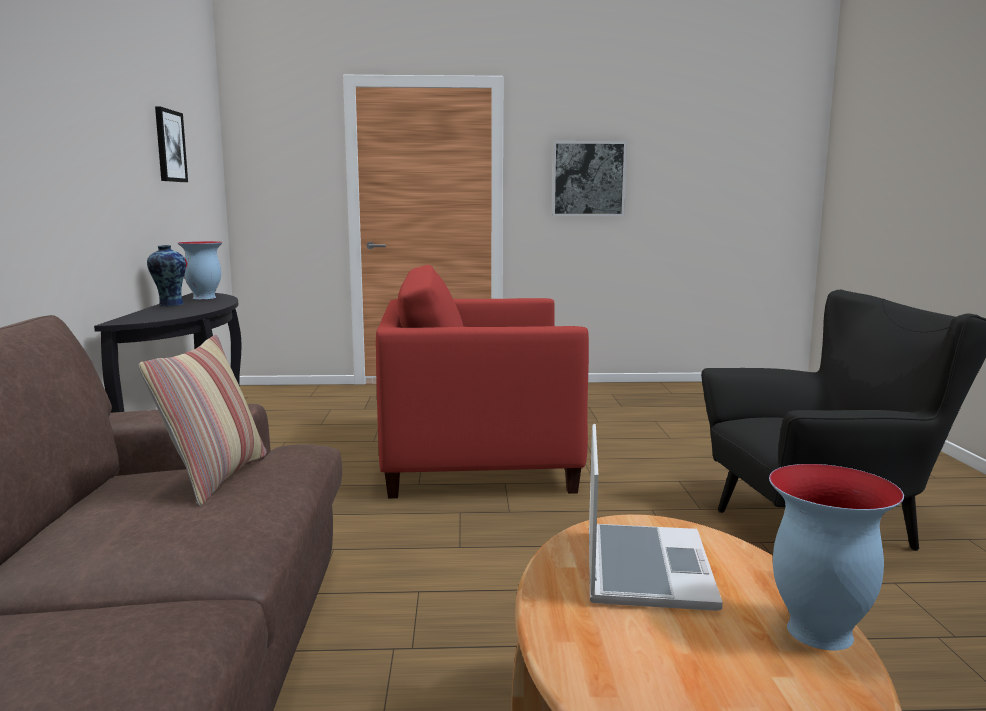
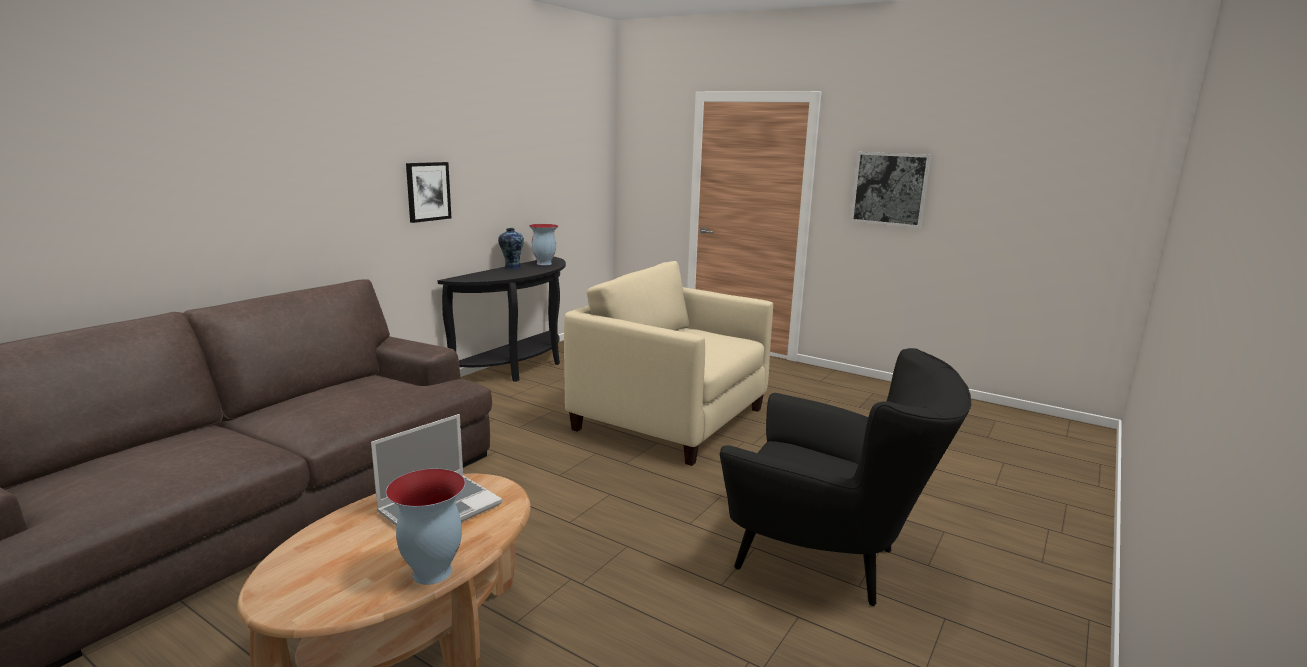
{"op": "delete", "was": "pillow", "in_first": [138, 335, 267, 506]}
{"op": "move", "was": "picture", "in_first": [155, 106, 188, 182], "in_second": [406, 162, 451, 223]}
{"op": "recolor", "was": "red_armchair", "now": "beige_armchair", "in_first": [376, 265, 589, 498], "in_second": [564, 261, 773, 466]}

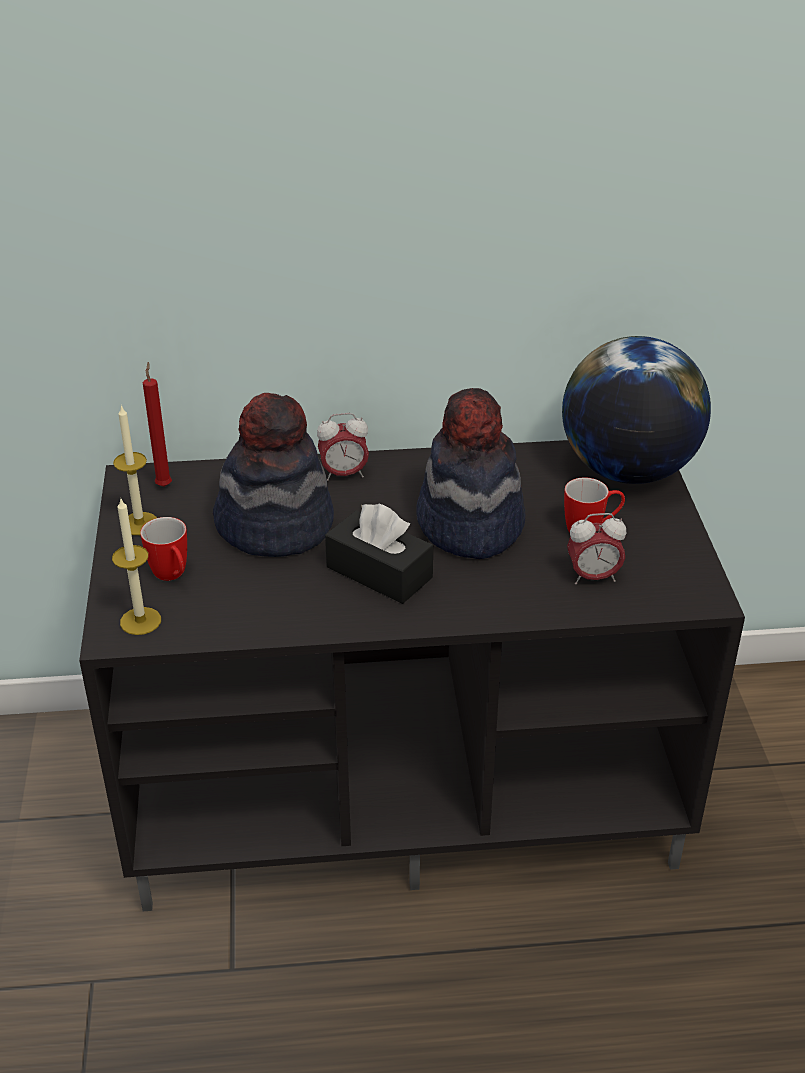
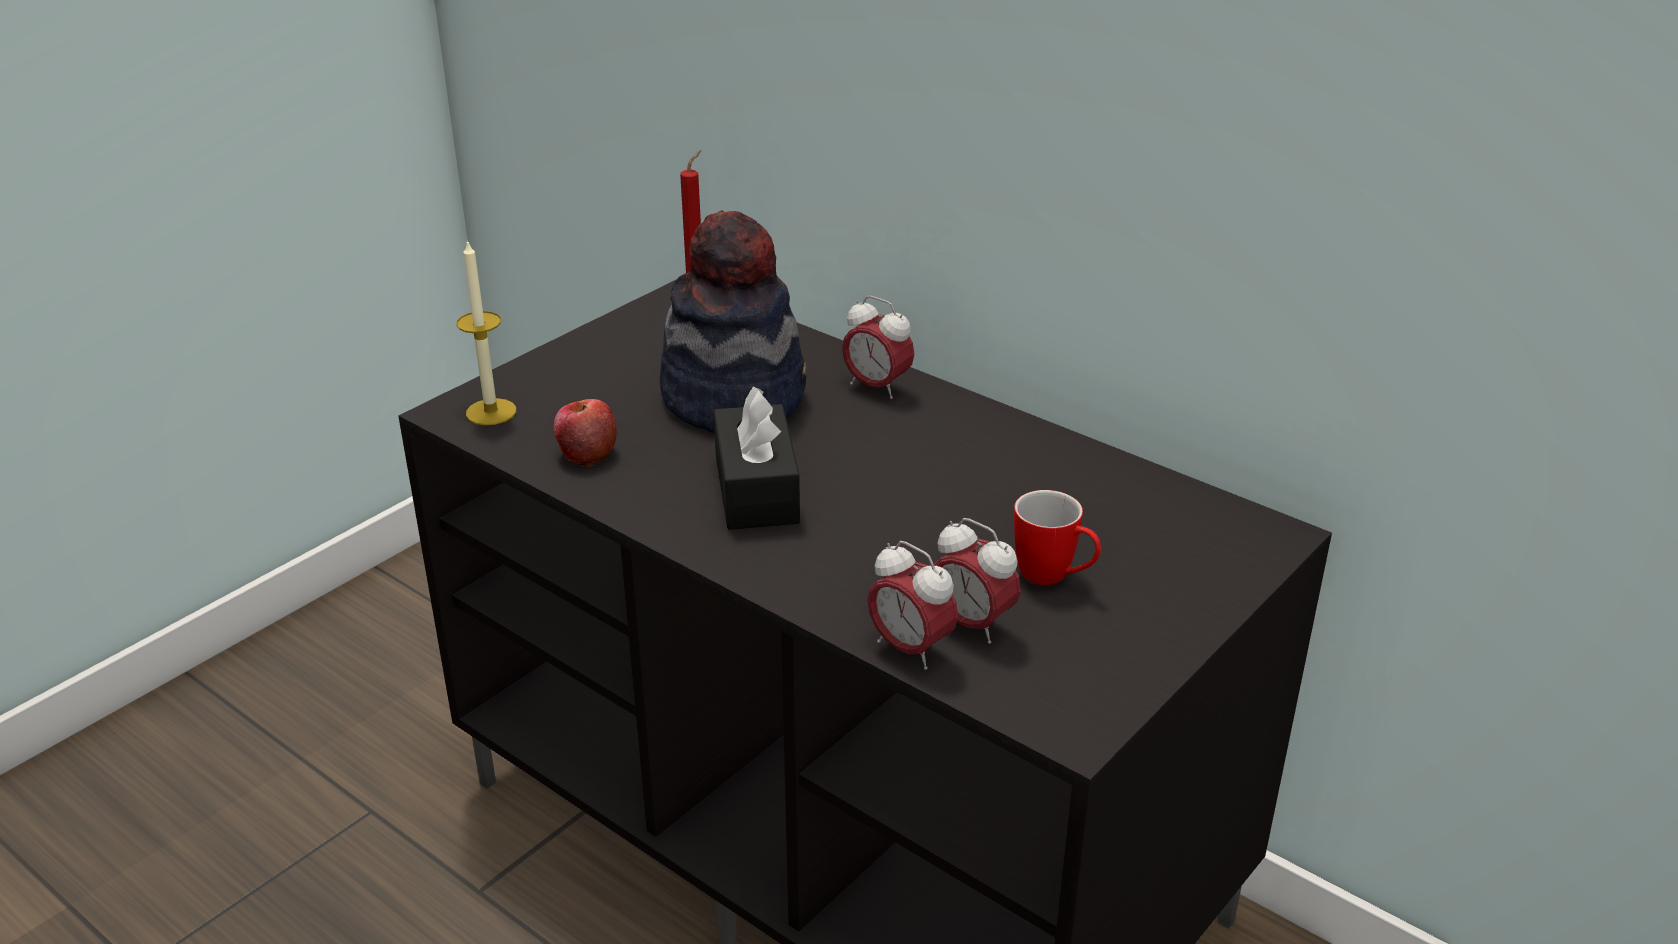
{"op": "delete", "was": "candle", "in_first": [113, 405, 157, 535]}
{"op": "delete", "was": "mug", "in_first": [140, 517, 187, 581]}
{"op": "delete", "was": "hat", "in_first": [416, 388, 526, 559]}
{"op": "delete", "was": "globe", "in_first": [562, 336, 711, 484]}
{"op": "insert", "now": "apple", "in_second": [553, 399, 617, 467]}
{"op": "insert", "now": "alarm_clock", "in_second": [867, 541, 958, 670]}

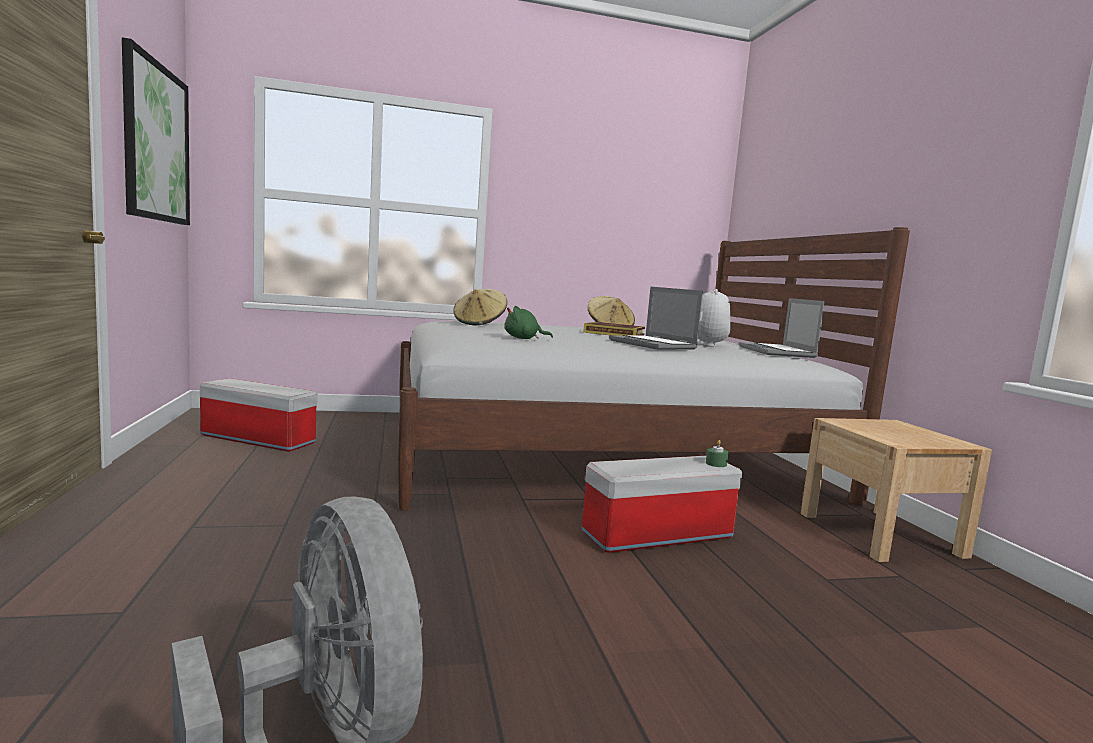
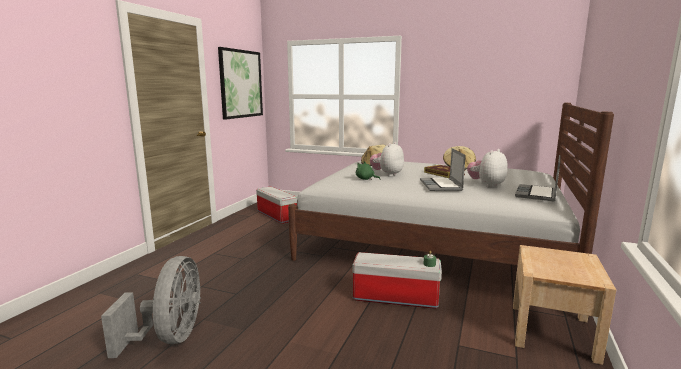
{"op": "insert", "now": "plush_toy", "in_second": [370, 142, 404, 177]}

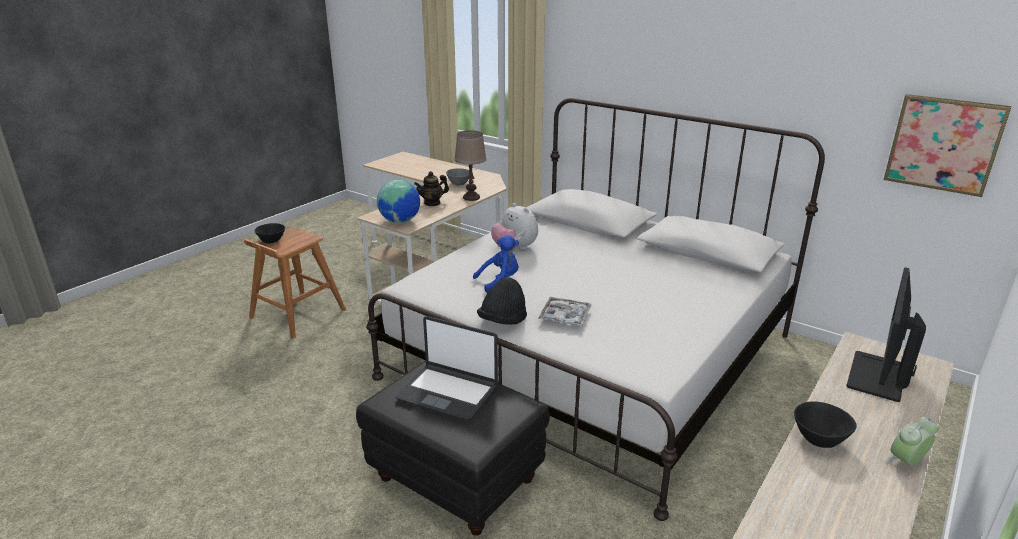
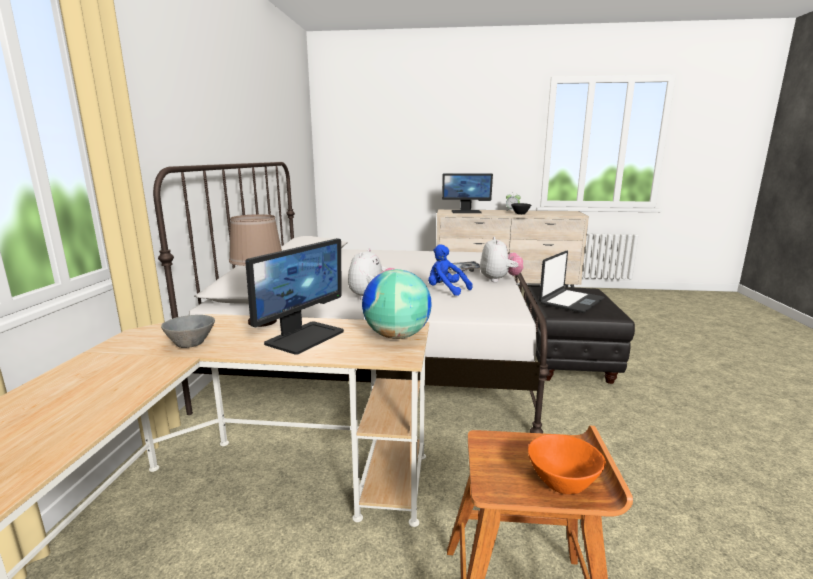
{"op": "delete", "was": "picture", "in_first": [883, 94, 1012, 197]}
{"op": "replace", "was": "teapot", "now": "monitor", "in_first": [414, 171, 449, 206], "in_second": [245, 238, 344, 355]}
{"op": "replace", "was": "black_hat", "now": "plush_toy", "in_first": [477, 277, 527, 325], "in_second": [480, 237, 523, 282]}
{"op": "recolor", "was": "black_bowl", "now": "orange_bowl", "in_first": [255, 223, 285, 243], "in_second": [528, 434, 606, 494]}
{"op": "rotate", "was": "laptop", "in_first": [396, 316, 498, 421], "in_second": [539, 251, 604, 313], "clockwise": 45}

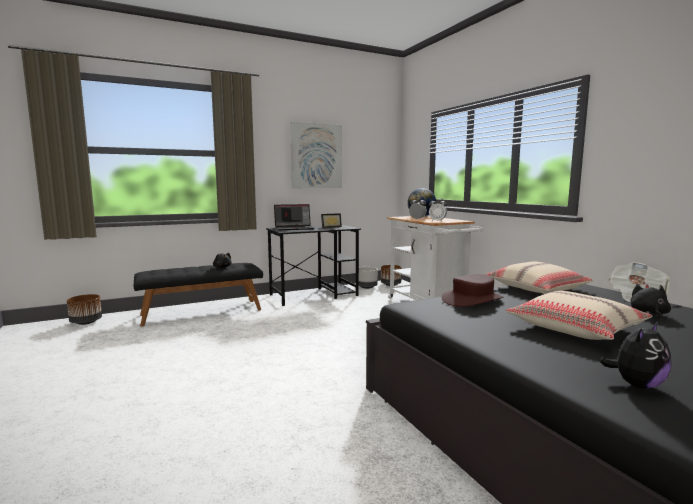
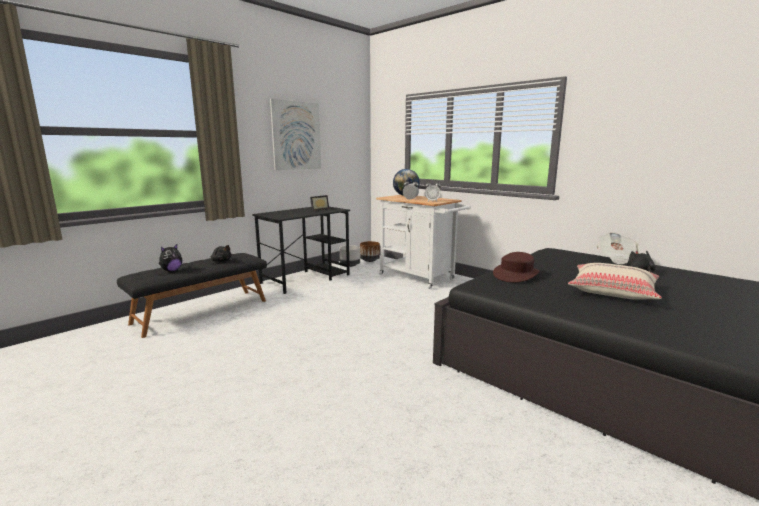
{"op": "delete", "was": "brown_planter", "in_first": [67, 294, 102, 325]}
{"op": "delete", "was": "laptop", "in_first": [274, 204, 314, 230]}
{"op": "delete", "was": "beige_pillow", "in_first": [486, 262, 594, 294]}
{"op": "move", "was": "plush_toy", "in_first": [599, 321, 671, 389], "in_second": [159, 244, 182, 272]}

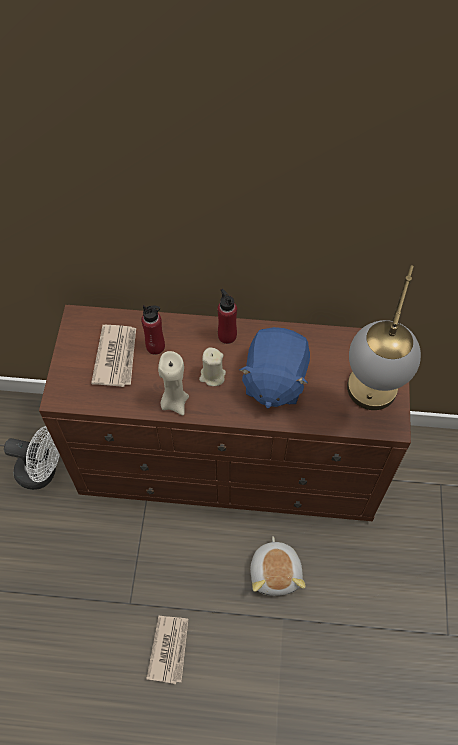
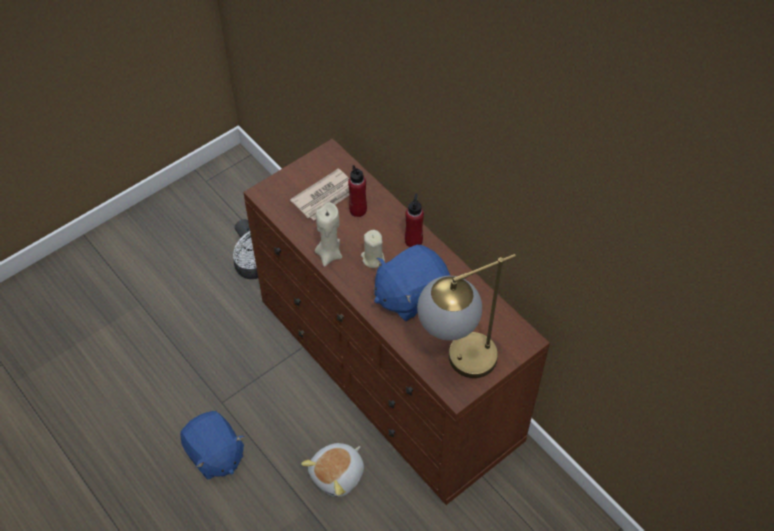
{"op": "replace", "was": "newspaper", "now": "blue_plush_toy", "in_first": [146, 616, 188, 684], "in_second": [180, 411, 244, 480]}

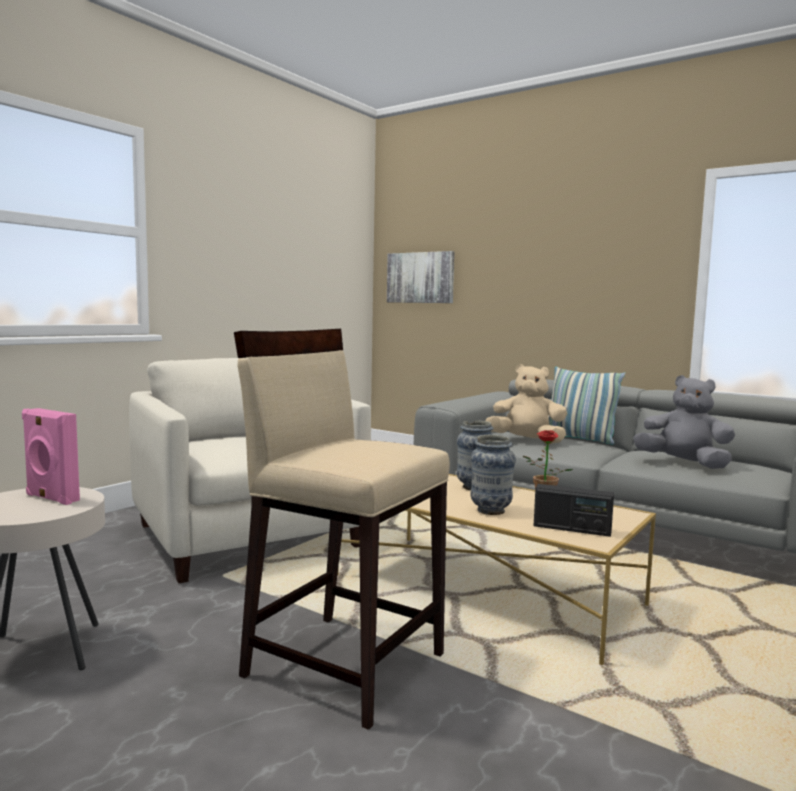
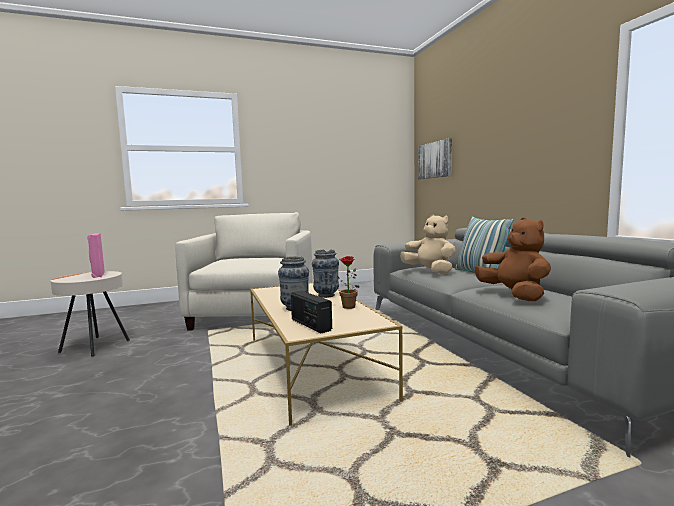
{"op": "delete", "was": "beige_stool", "in_first": [234, 329, 450, 730]}
{"op": "recolor", "was": "grey_plush_toy", "now": "brown_plush_toy", "in_first": [633, 375, 735, 469], "in_second": [475, 217, 551, 301]}

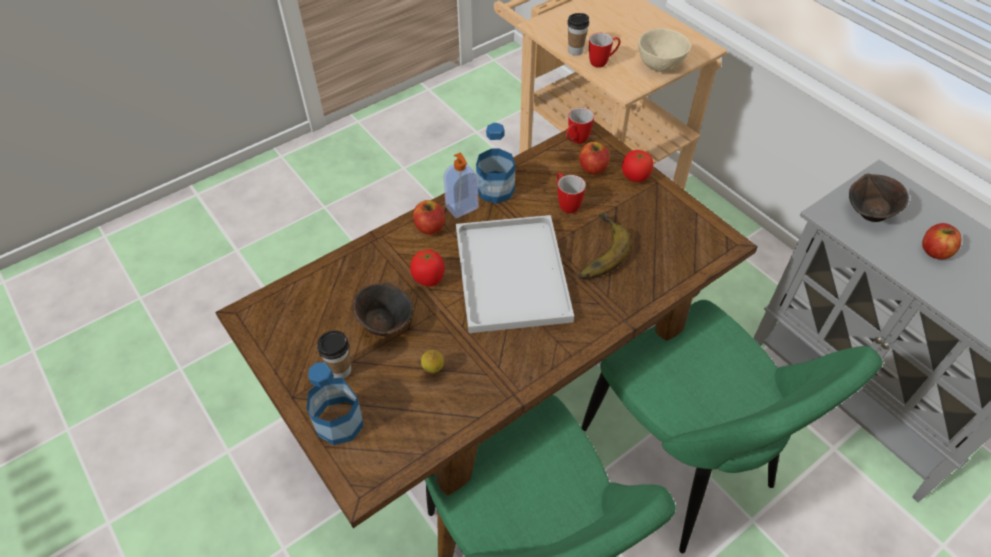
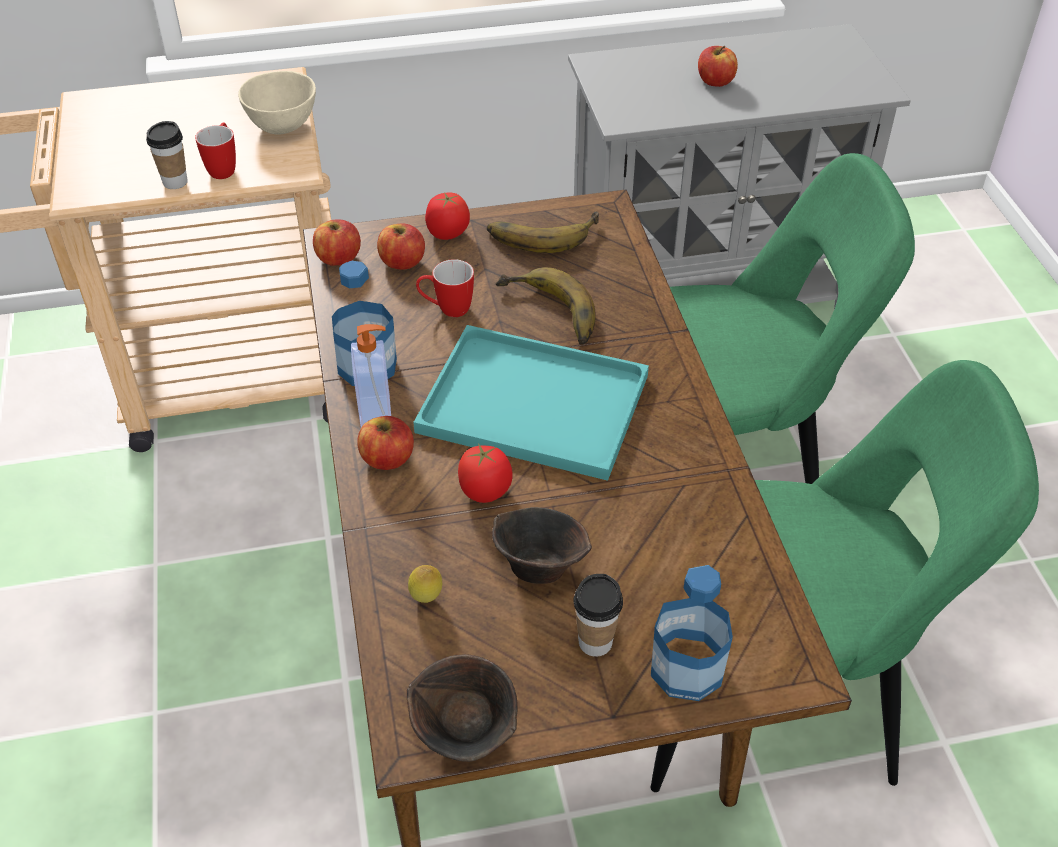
{"op": "insert", "now": "banana", "in_second": [487, 211, 599, 253]}
{"op": "move", "was": "lemon", "in_first": [421, 350, 444, 373], "in_second": [408, 565, 442, 603]}
{"op": "move", "was": "brown_bowl", "in_first": [849, 174, 909, 222], "in_second": [407, 654, 518, 762]}
{"op": "replace", "was": "mug", "now": "apple", "in_first": [566, 107, 594, 144], "in_second": [313, 219, 361, 266]}
{"op": "recolor", "was": "white_tray", "now": "turquoise_tray", "in_first": [456, 215, 574, 333], "in_second": [413, 325, 649, 481]}

